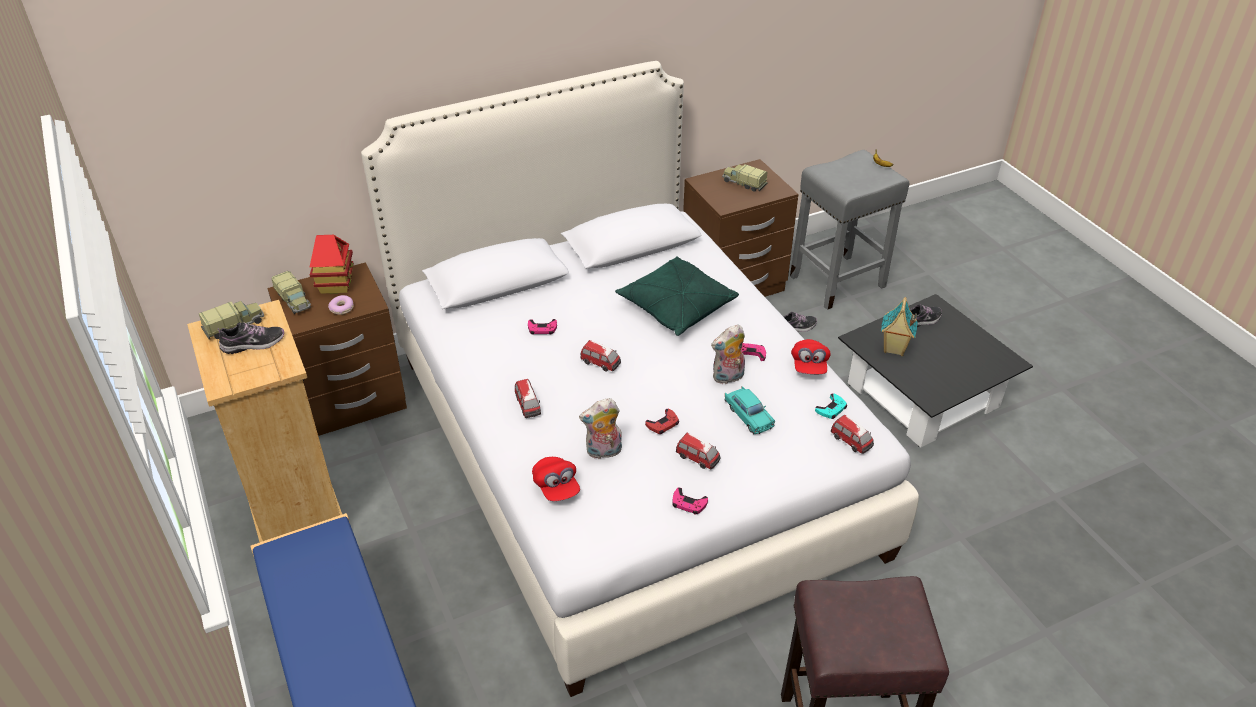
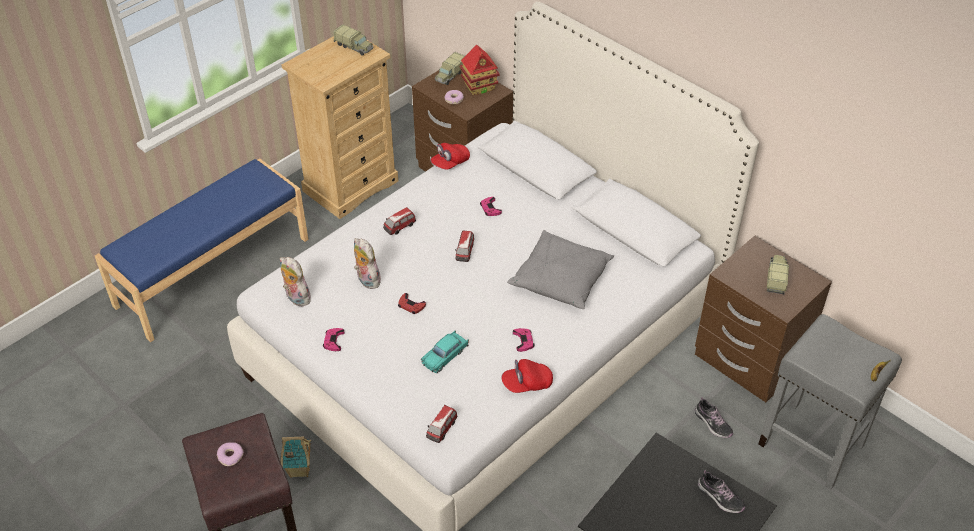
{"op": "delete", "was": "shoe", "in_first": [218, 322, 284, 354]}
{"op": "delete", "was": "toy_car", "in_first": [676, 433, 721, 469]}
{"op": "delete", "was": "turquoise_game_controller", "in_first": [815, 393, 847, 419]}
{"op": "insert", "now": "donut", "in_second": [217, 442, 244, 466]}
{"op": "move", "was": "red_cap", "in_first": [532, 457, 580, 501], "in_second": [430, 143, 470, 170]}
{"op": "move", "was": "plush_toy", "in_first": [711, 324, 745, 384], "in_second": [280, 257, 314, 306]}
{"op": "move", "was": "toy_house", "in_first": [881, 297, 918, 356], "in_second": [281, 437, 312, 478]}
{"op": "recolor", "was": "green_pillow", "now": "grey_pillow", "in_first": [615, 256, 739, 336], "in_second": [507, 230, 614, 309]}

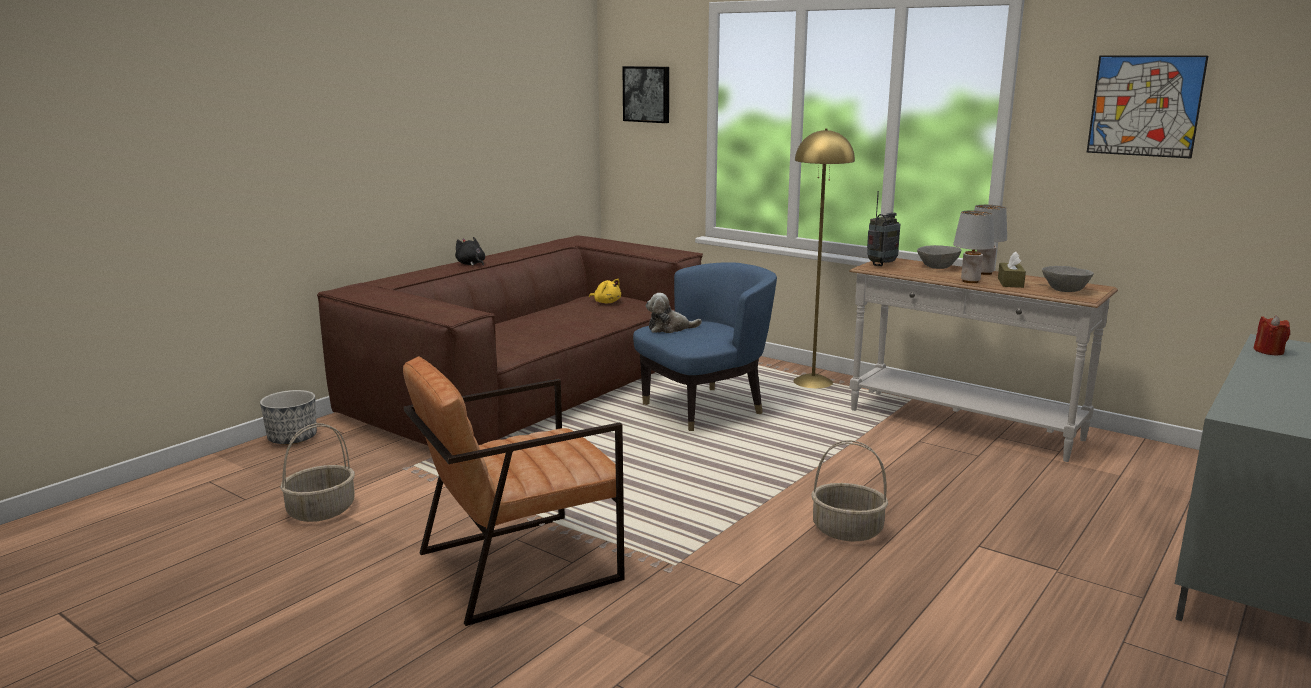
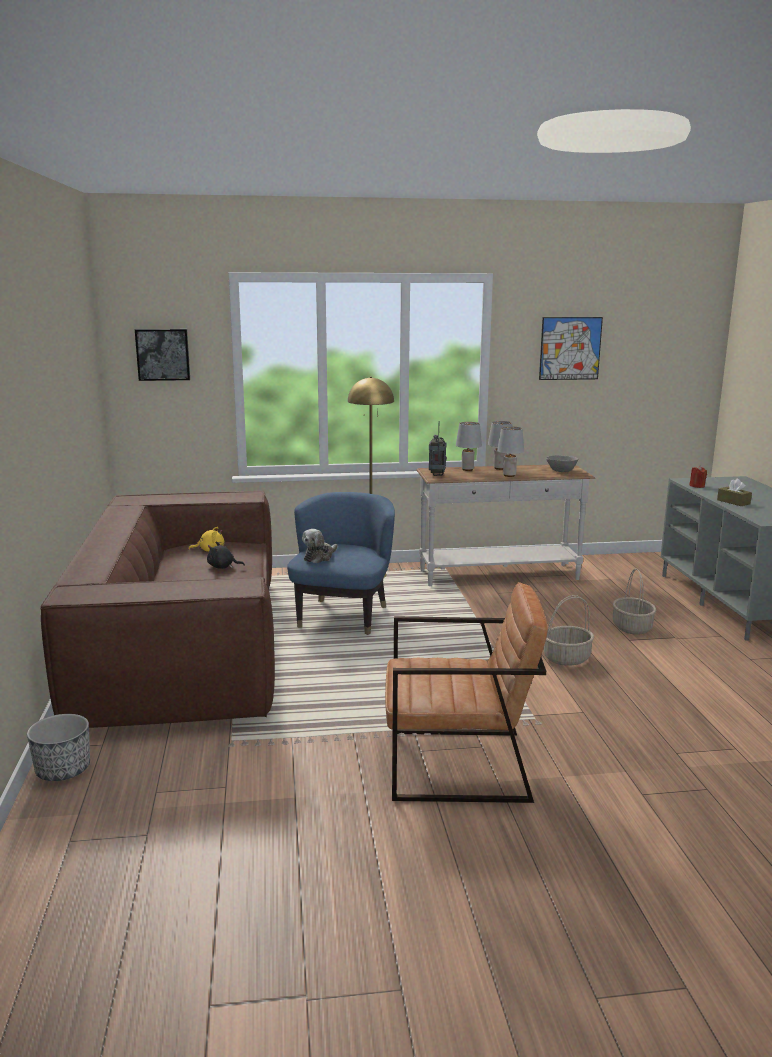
{"op": "move", "was": "basket", "in_first": [280, 423, 355, 522], "in_second": [613, 568, 656, 635]}
{"op": "move", "was": "black_plush_toy", "in_first": [455, 237, 485, 266], "in_second": [207, 541, 245, 569]}
{"op": "move", "was": "brown_tissue_box", "in_first": [998, 252, 1026, 288], "in_second": [717, 479, 752, 506]}
{"op": "replace", "was": "grey_bowl", "now": "grey_table_lamp", "in_first": [917, 245, 961, 269], "in_second": [456, 422, 482, 471]}
{"op": "rotate", "was": "brown_armchair", "in_first": [403, 356, 625, 626], "in_second": [385, 582, 548, 803], "clockwise": -105}

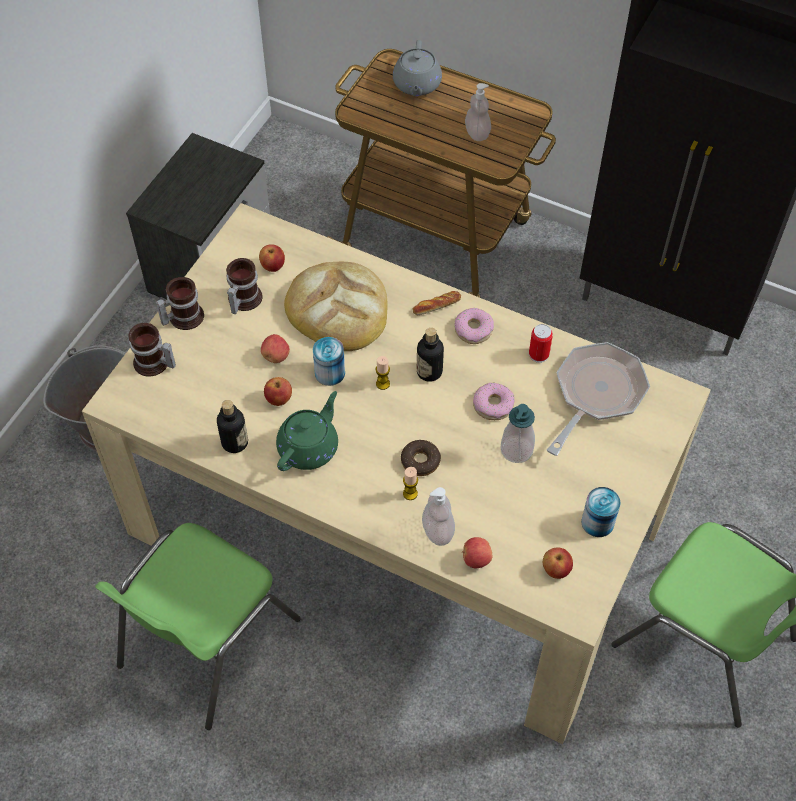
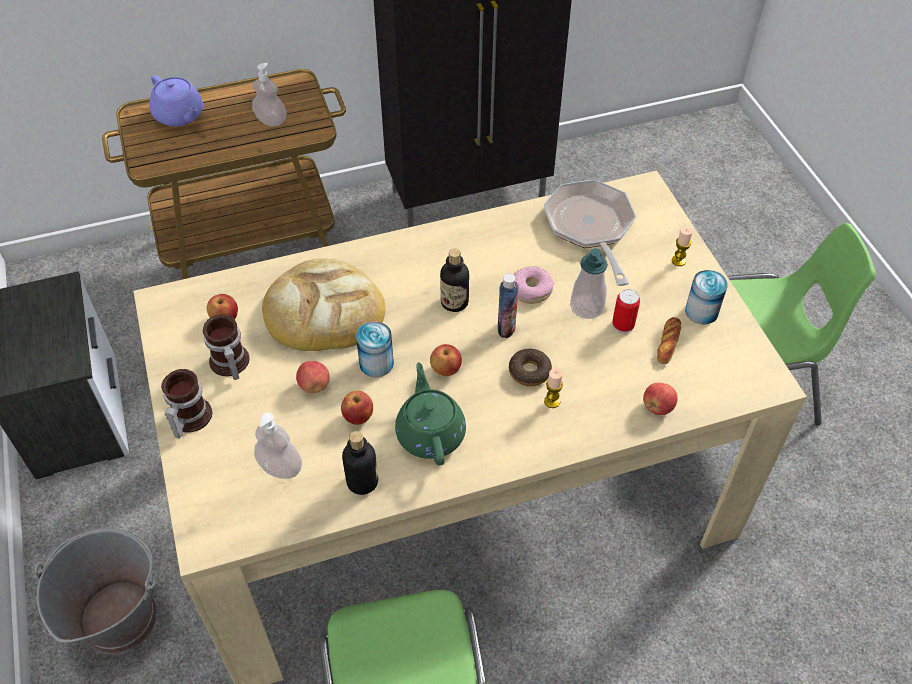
{"op": "delete", "was": "mug", "in_first": [128, 323, 176, 377]}
{"op": "delete", "was": "donut", "in_first": [454, 308, 494, 344]}
{"op": "insert", "now": "bottle", "in_second": [497, 274, 518, 338]}
{"op": "move", "was": "candle", "in_first": [375, 356, 390, 390], "in_second": [672, 227, 693, 266]}
{"op": "move", "was": "bread", "in_first": [412, 291, 461, 315], "in_second": [657, 317, 681, 364]}
{"op": "move", "was": "soap_dispenser", "in_first": [422, 487, 455, 546], "in_second": [254, 412, 302, 479]}
{"op": "move", "was": "can", "in_first": [529, 324, 553, 363], "in_second": [612, 289, 640, 334]}
{"op": "move", "was": "apple", "in_first": [543, 547, 573, 579], "in_second": [430, 344, 462, 376]}
{"op": "recolor", "was": "grey_teapot", "now": "purple_teapot", "in_first": [393, 40, 442, 96], "in_second": [149, 75, 203, 127]}

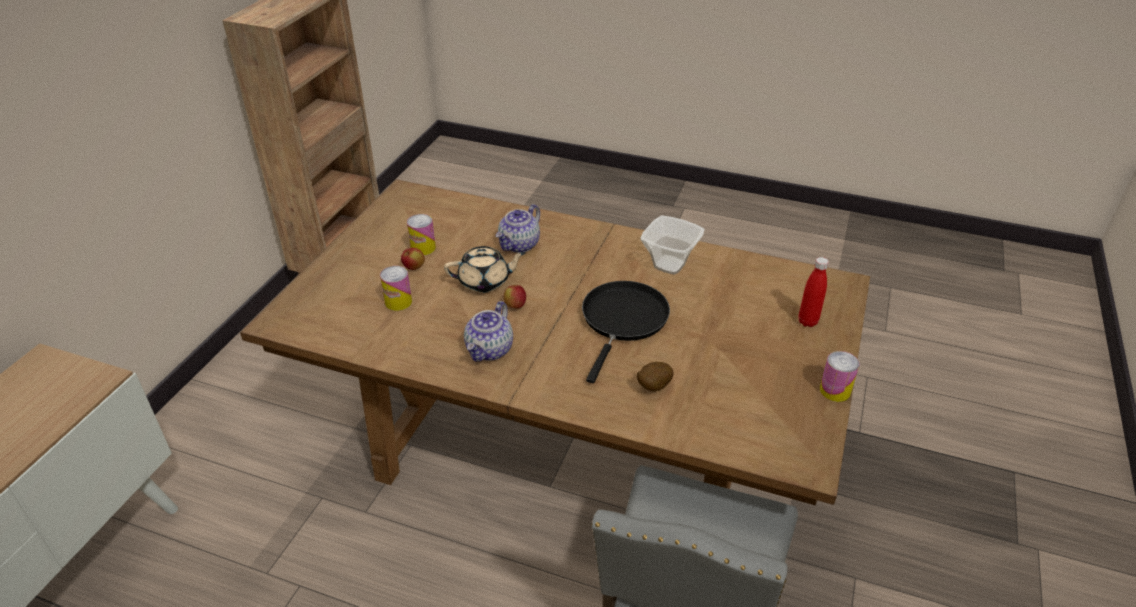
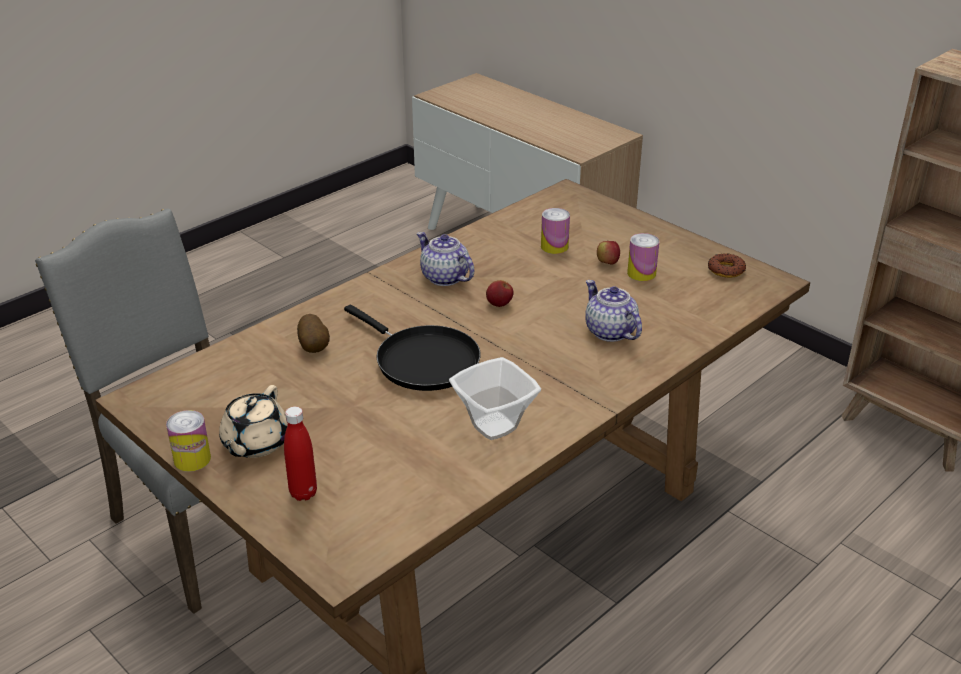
{"op": "insert", "now": "donut", "in_second": [708, 253, 746, 278]}
{"op": "move", "was": "beige_teapot", "in_first": [444, 246, 526, 293], "in_second": [219, 385, 288, 458]}

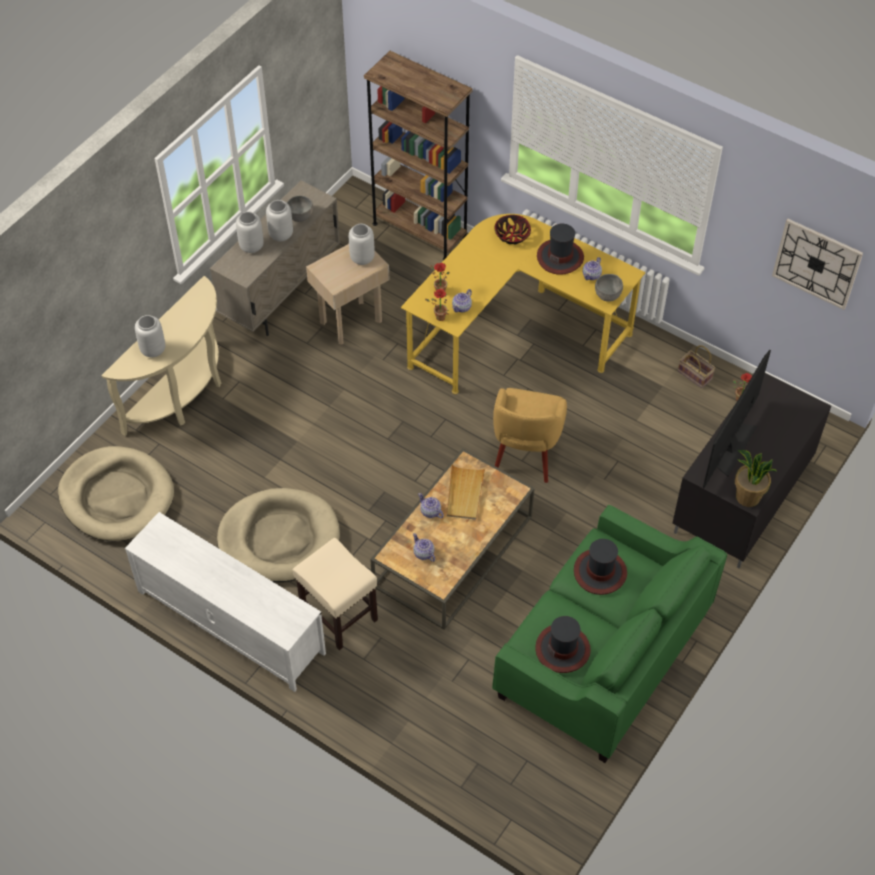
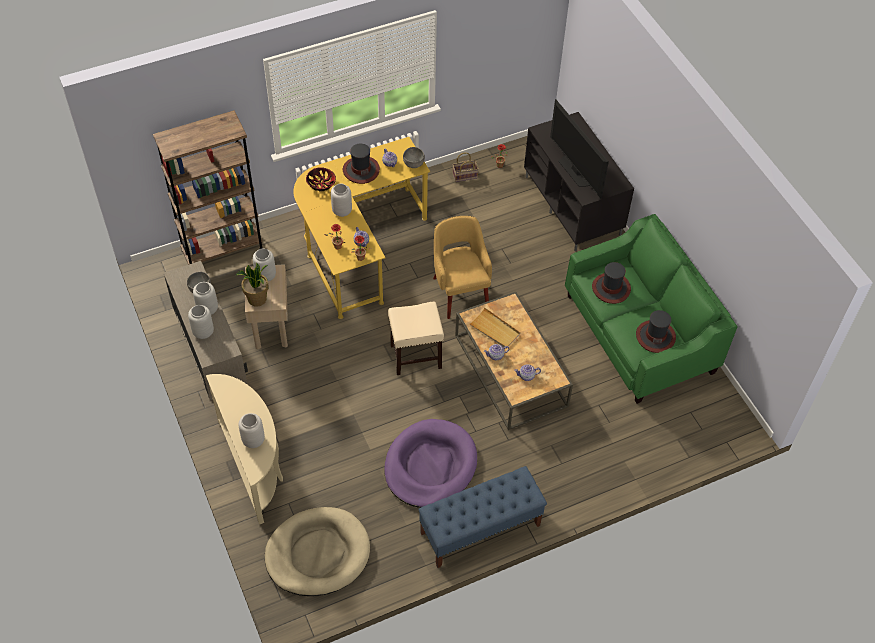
{"op": "delete", "was": "wall_clock", "in_first": [772, 219, 863, 310]}
{"op": "insert", "now": "grey_vase", "in_second": [331, 184, 352, 217]}
{"op": "move", "was": "beige_stool", "in_first": [292, 538, 378, 650], "in_second": [388, 302, 444, 375]}
{"op": "move", "was": "potted_plant", "in_first": [735, 450, 778, 507], "in_second": [236, 262, 269, 307]}
{"op": "replace", "was": "white_tv_stand", "now": "blue_bench", "in_first": [125, 512, 326, 692], "in_second": [418, 466, 547, 568]}
{"op": "recolor", "was": "beige_dog_bed", "now": "purple_dog_bed", "in_first": [217, 488, 340, 582], "in_second": [384, 419, 477, 508]}
{"op": "rotate", "was": "yellow_armchair", "in_first": [493, 388, 567, 483], "in_second": [433, 216, 492, 319], "clockwise": -150}

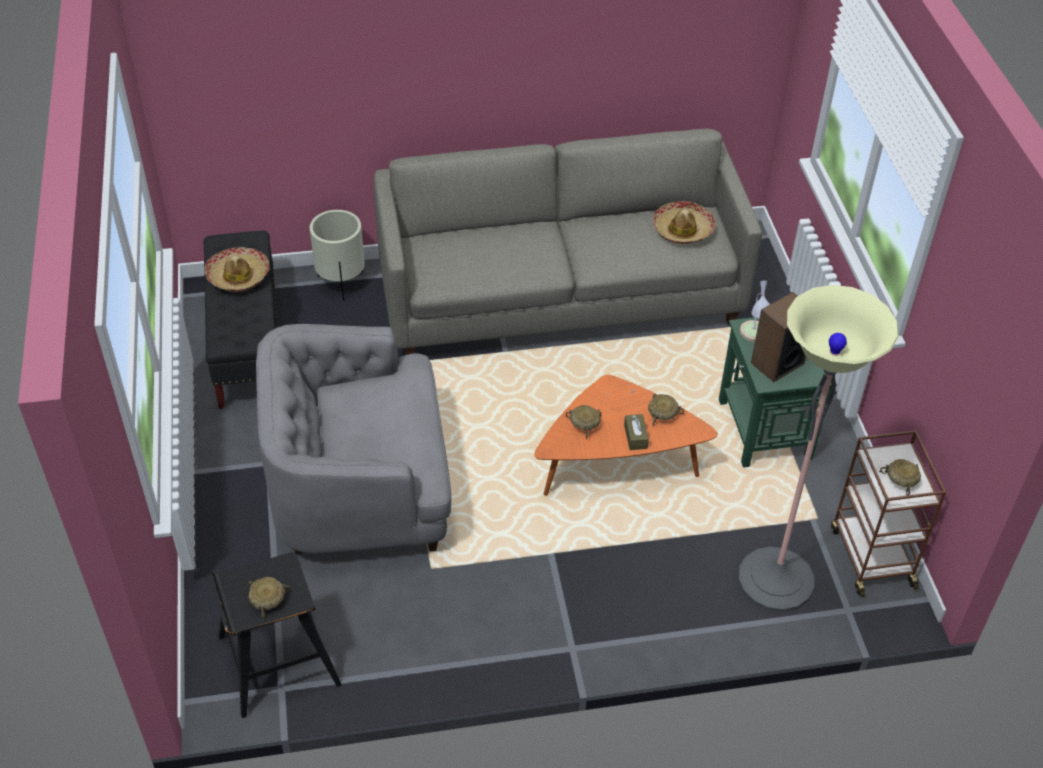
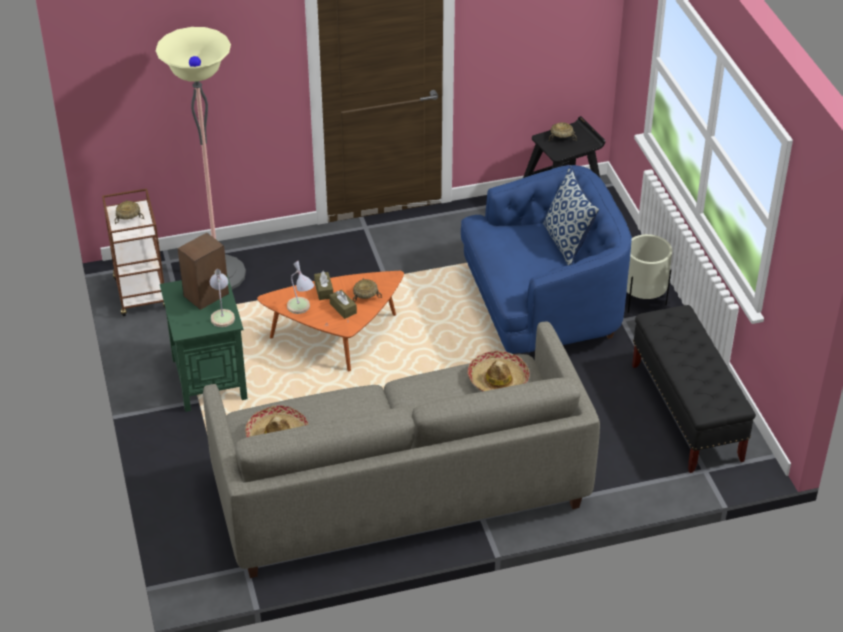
{"op": "insert", "now": "brown_tissue_box", "in_second": [329, 290, 357, 319]}
{"op": "insert", "now": "pillow", "in_second": [543, 165, 599, 265]}
{"op": "move", "was": "hat", "in_first": [205, 247, 269, 292], "in_second": [467, 351, 530, 391]}
{"op": "move", "was": "beige_planter", "in_first": [310, 210, 365, 301], "in_second": [627, 234, 672, 313]}
{"op": "replace", "was": "beige_bowl", "now": "table_lamp", "in_first": [648, 393, 684, 427], "in_second": [287, 261, 314, 314]}
{"op": "recolor", "was": "grey_armchair", "now": "blue_armchair", "in_first": [256, 324, 451, 555], "in_second": [461, 165, 632, 355]}

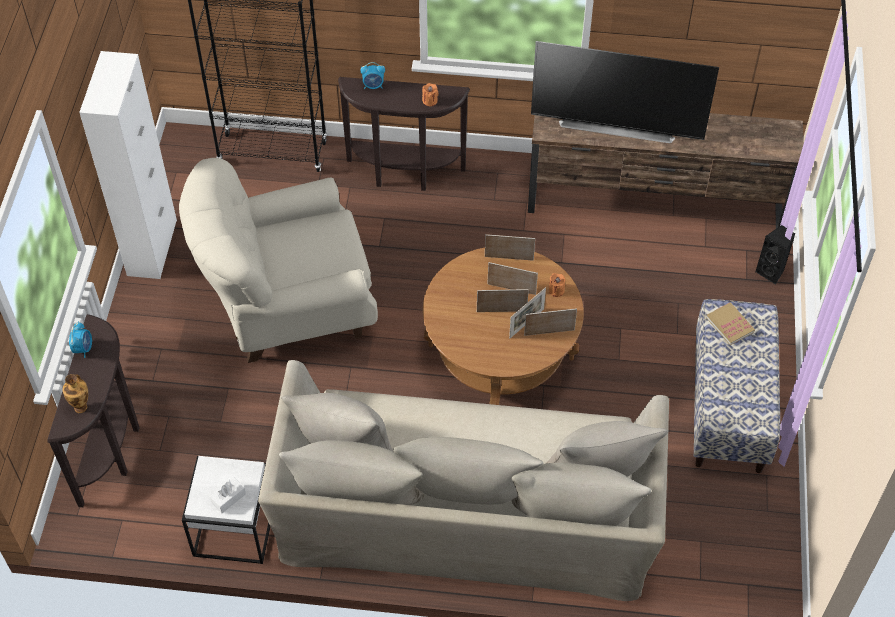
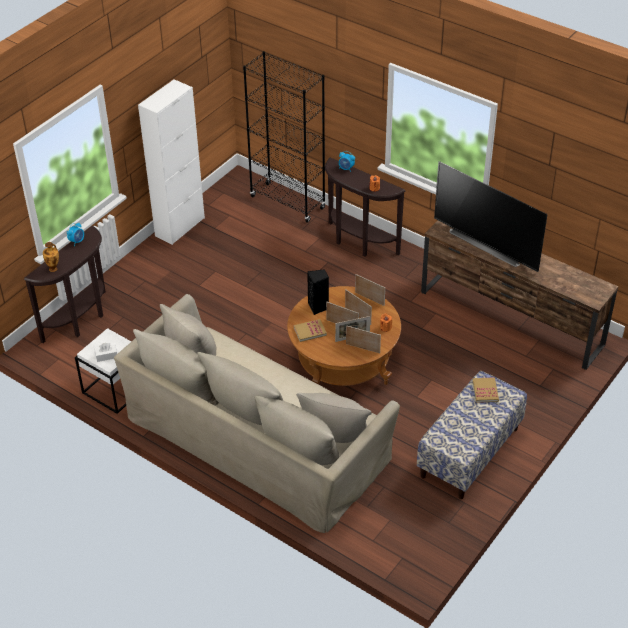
{"op": "delete", "was": "beige_armchair", "in_first": [179, 158, 378, 363]}
{"op": "insert", "now": "book", "in_second": [293, 319, 327, 342]}
{"op": "move", "was": "black_speaker", "in_first": [756, 225, 795, 285], "in_second": [307, 269, 329, 315]}

